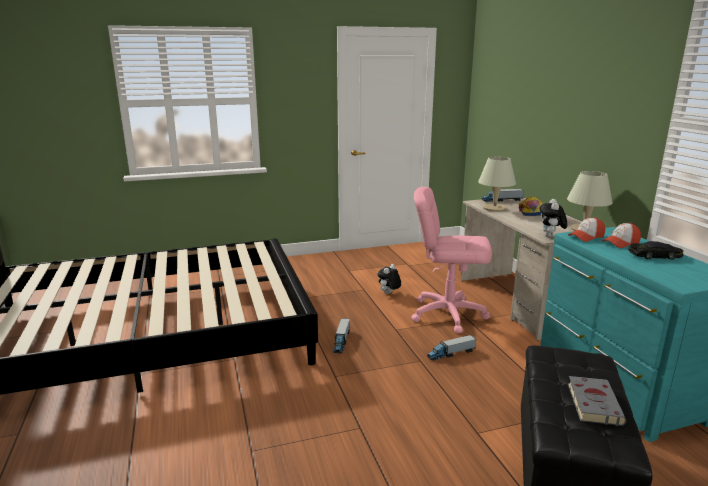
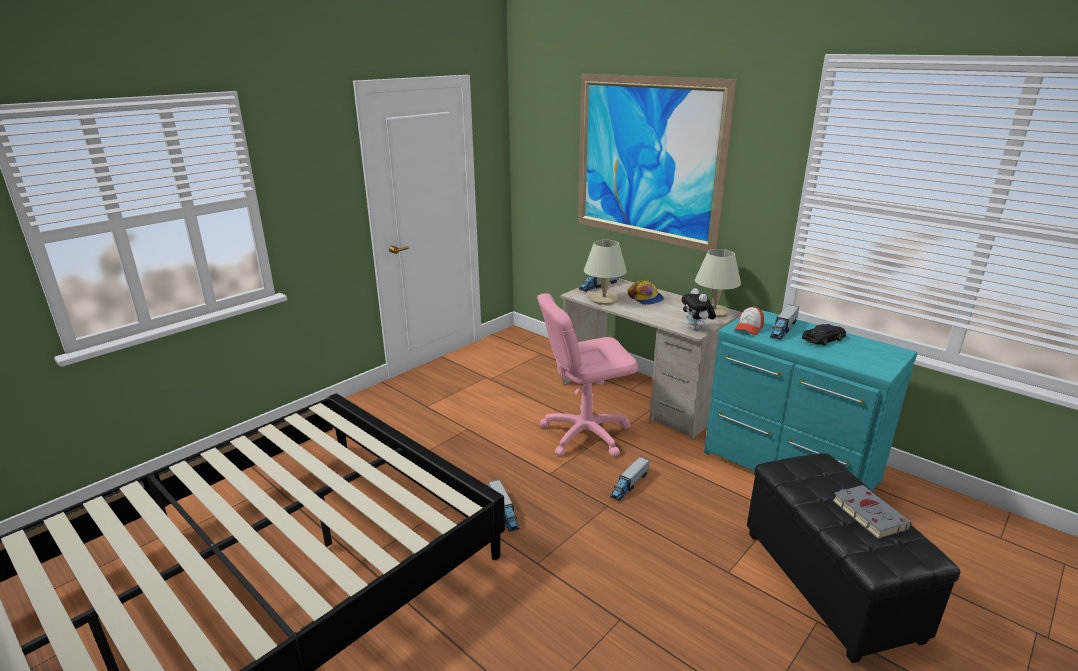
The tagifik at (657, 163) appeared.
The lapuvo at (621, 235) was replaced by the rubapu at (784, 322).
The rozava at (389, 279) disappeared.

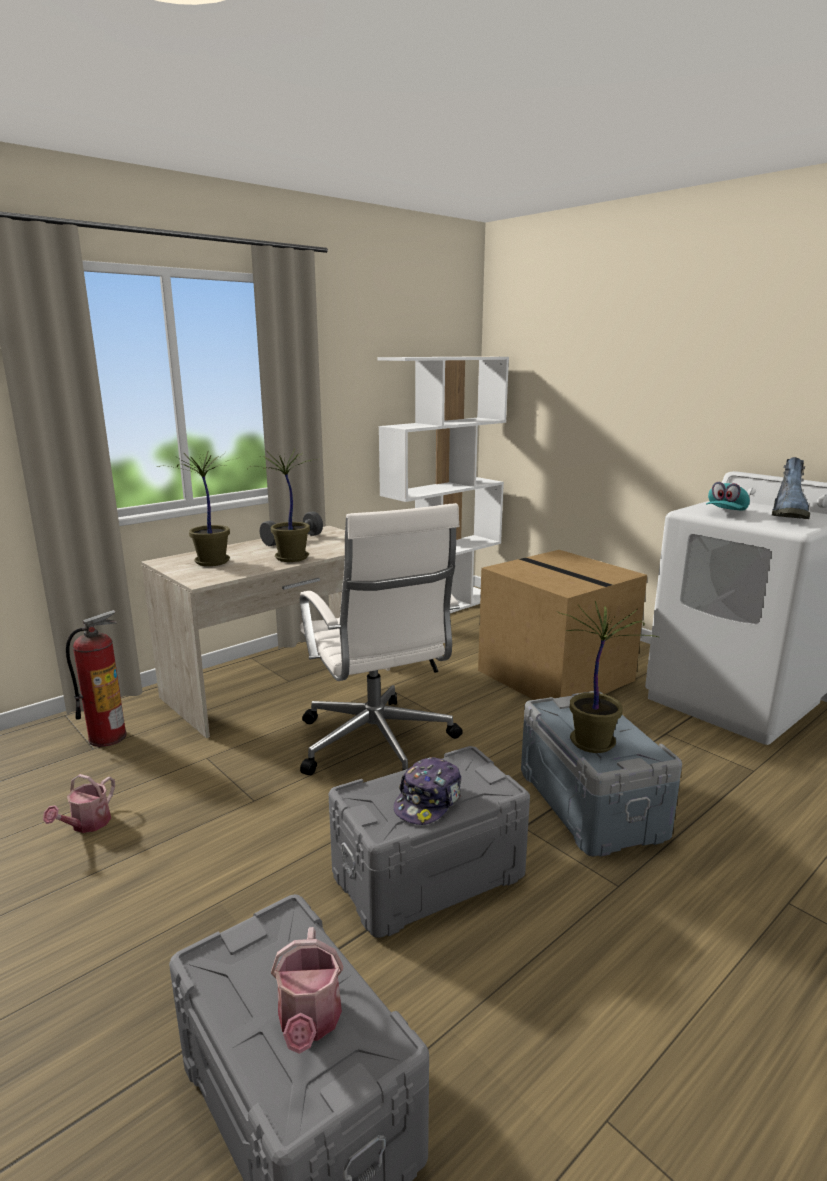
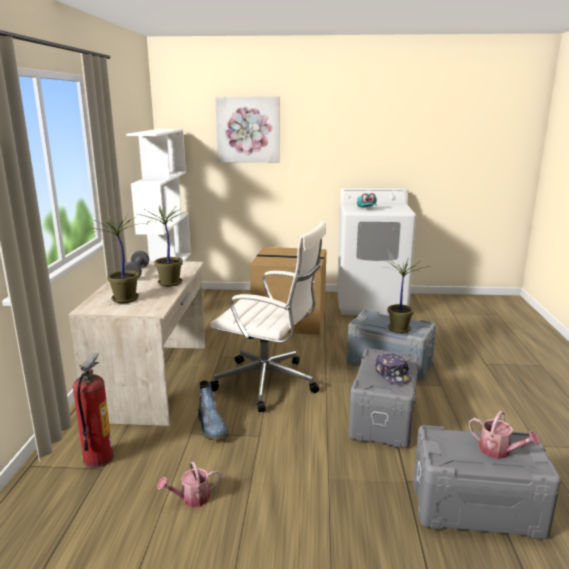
The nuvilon at (79, 803) turned 90 degrees clockwise.
The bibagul moved from (791, 488) to (213, 410).
The tagifik at (247, 130) appeared.

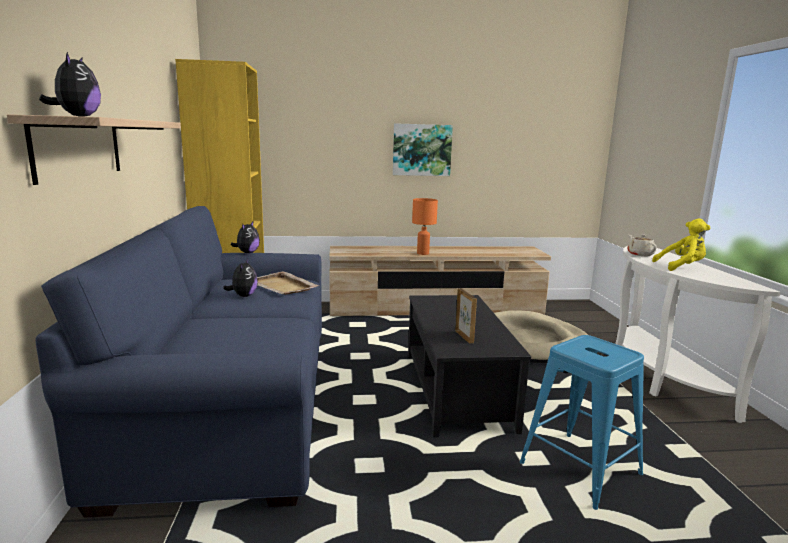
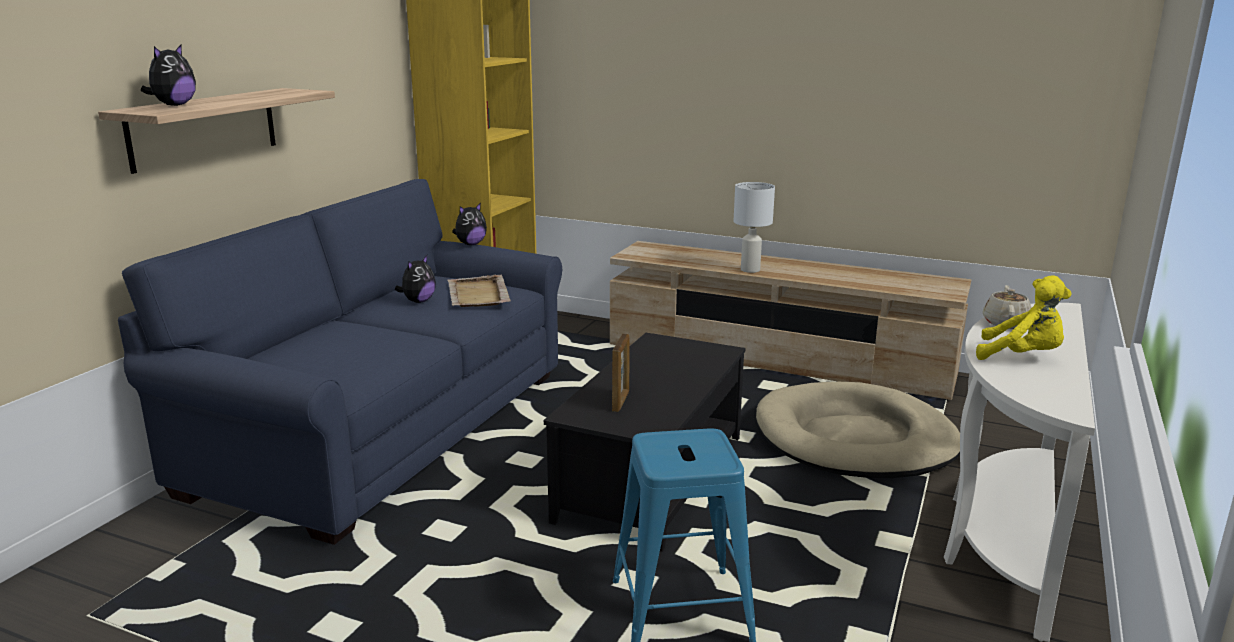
The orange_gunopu at (425, 226) became the white_gunopu at (754, 227).
The tagifik at (423, 149) disappeared.

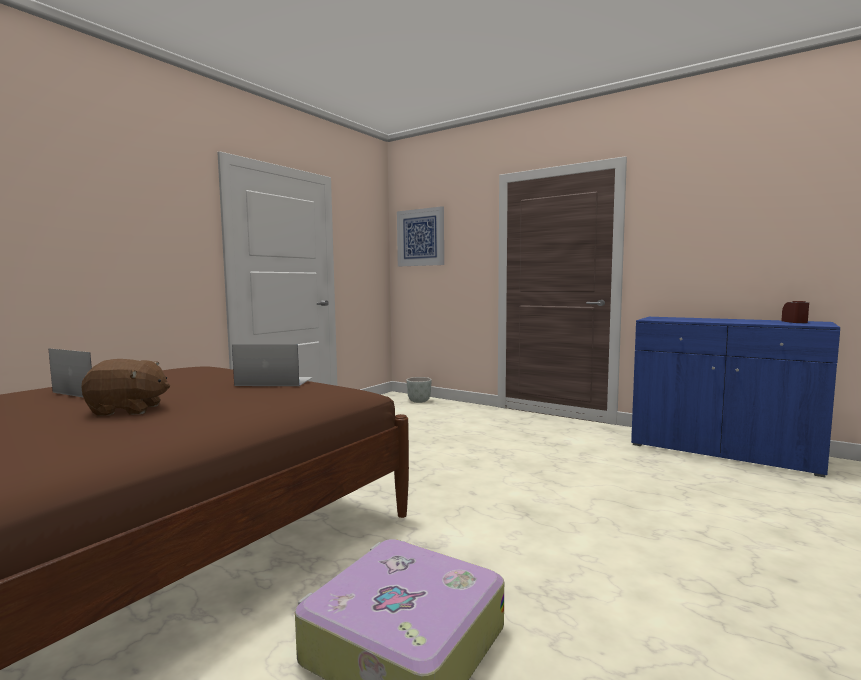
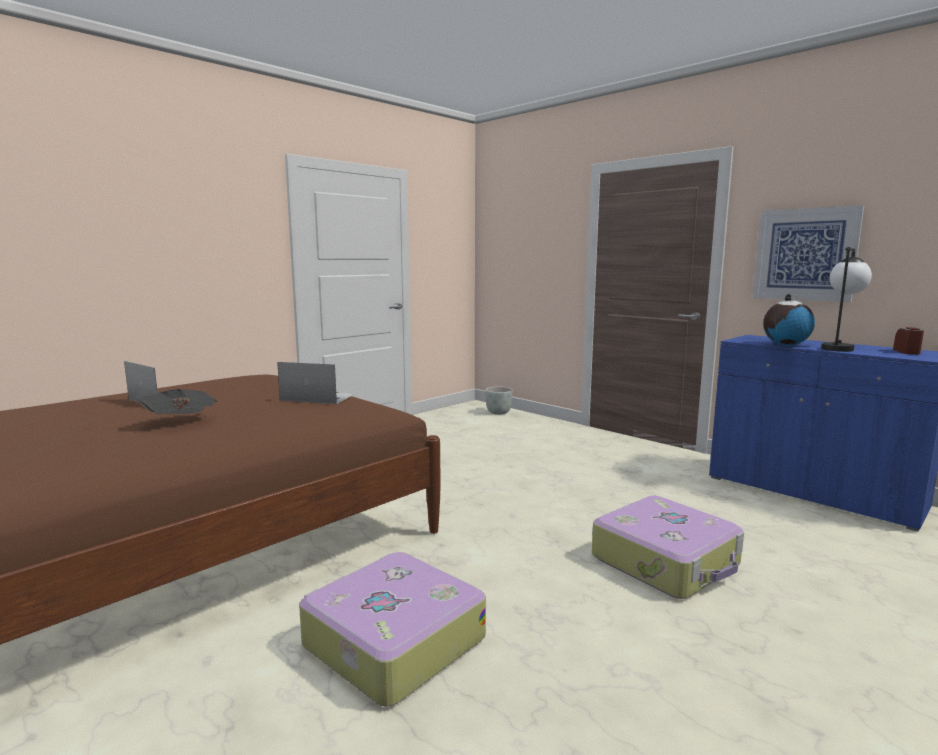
The brown_rozava at (125, 387) was replaced by the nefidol at (177, 401).
The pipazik at (668, 547) appeared.
The tagifik moved from (420, 236) to (808, 253).
The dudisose at (789, 320) appeared.
The gunopu at (846, 299) appeared.

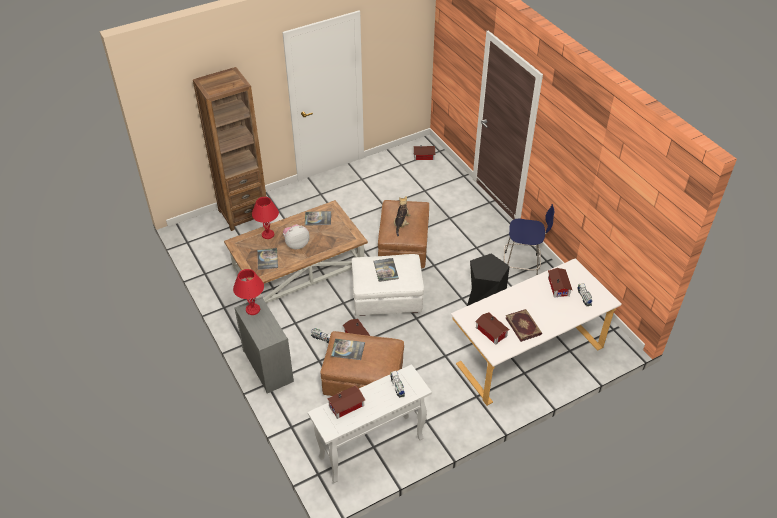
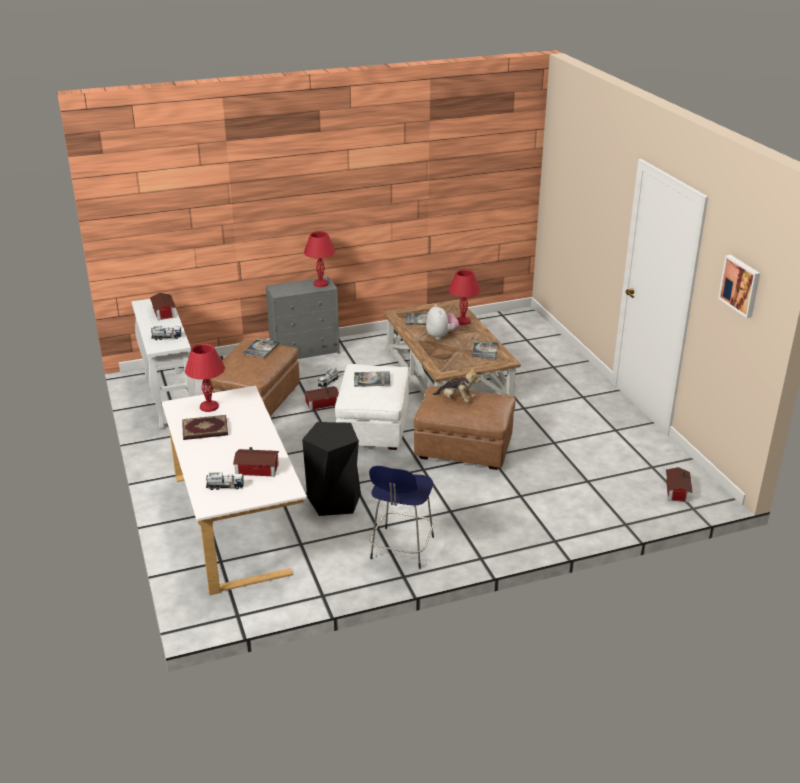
The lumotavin at (492, 328) was replaced by the red_gunopu at (205, 378).
The tagifik at (739, 286) appeared.
The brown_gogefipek at (230, 149) disappeared.

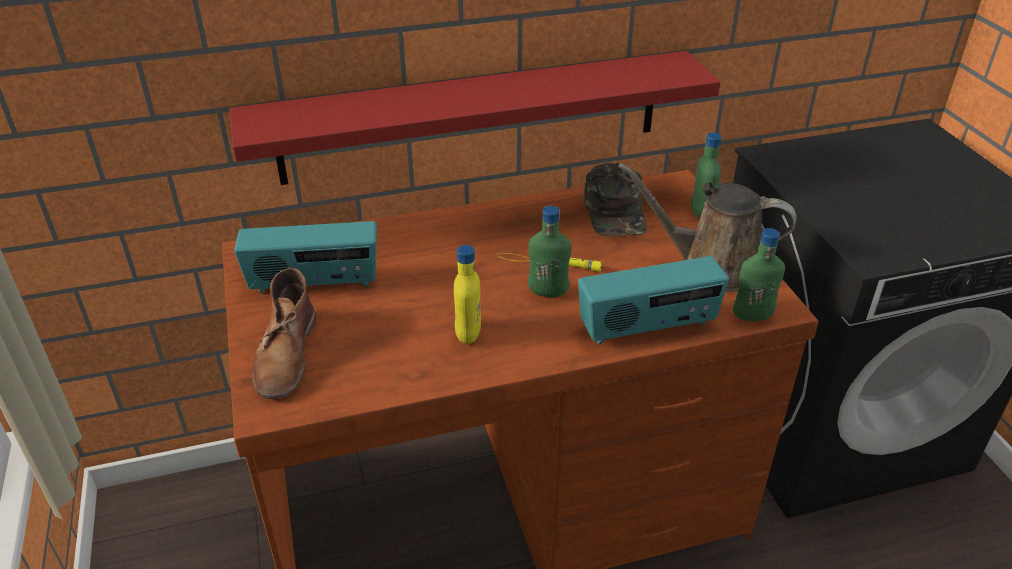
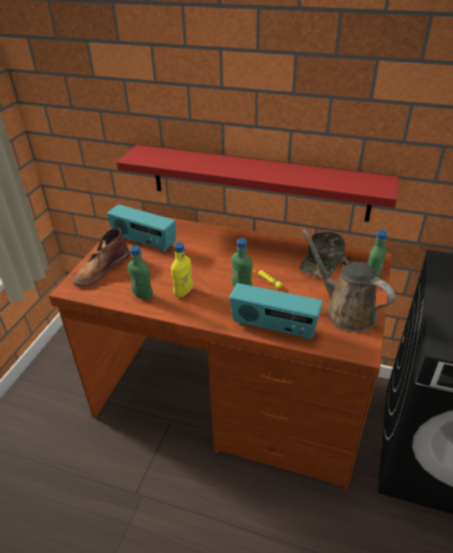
The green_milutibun moved from (759, 274) to (140, 272).

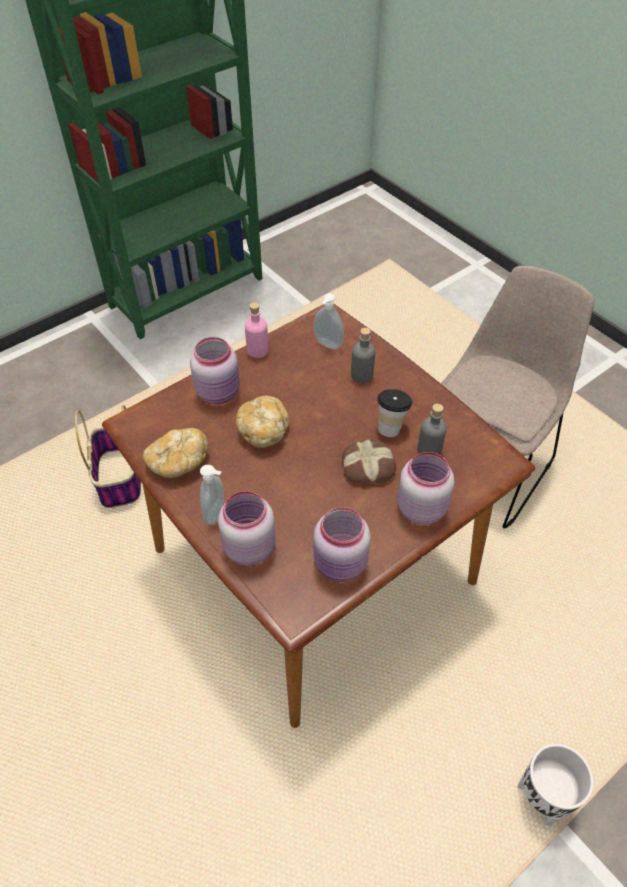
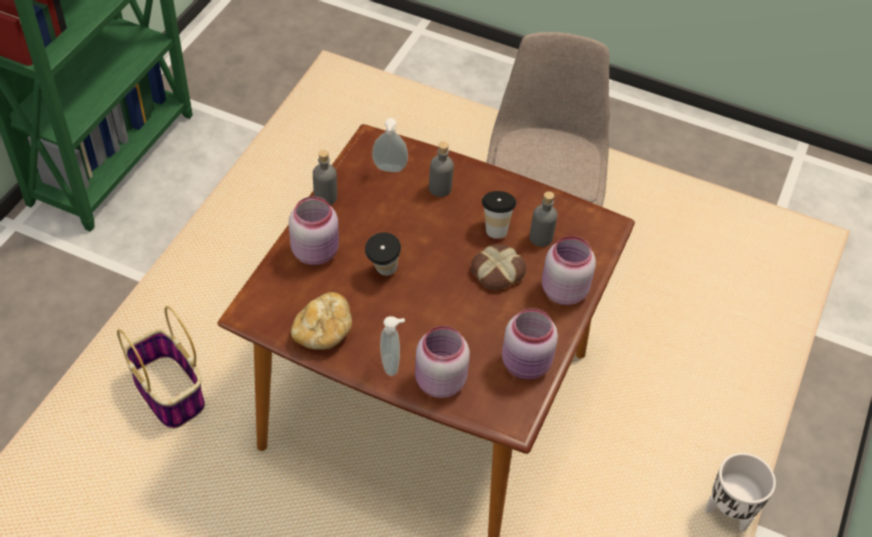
The pink_milutibun at (257, 330) became the grey_milutibun at (325, 177).
The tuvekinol at (262, 422) was replaced by the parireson at (383, 254).

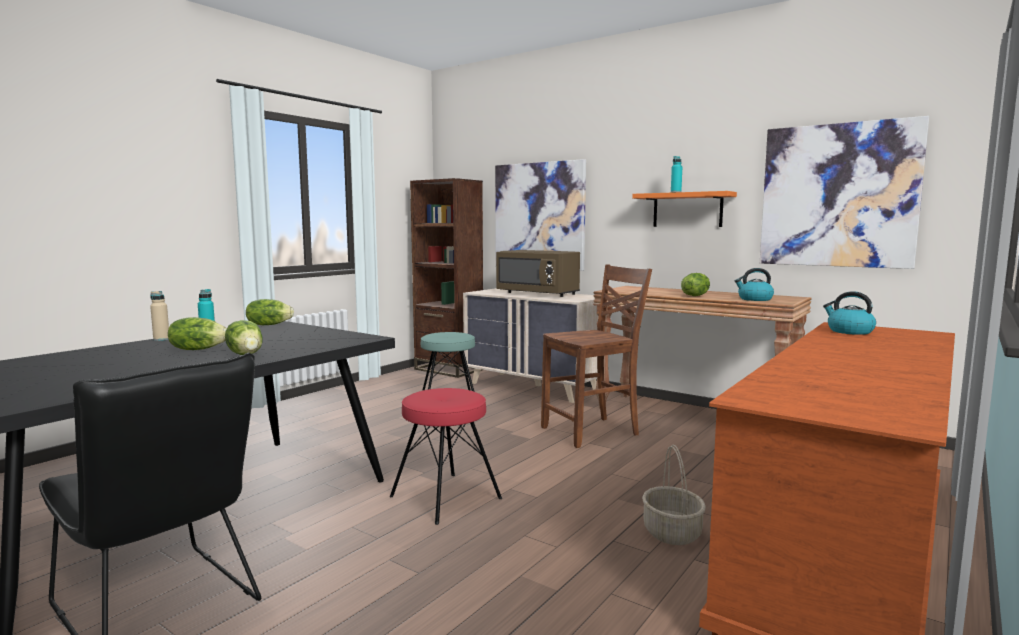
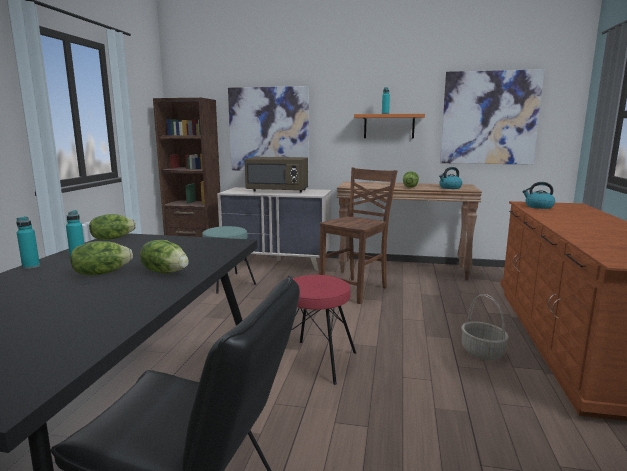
The beige_milutibun at (159, 316) became the turquoise_milutibun at (28, 243).

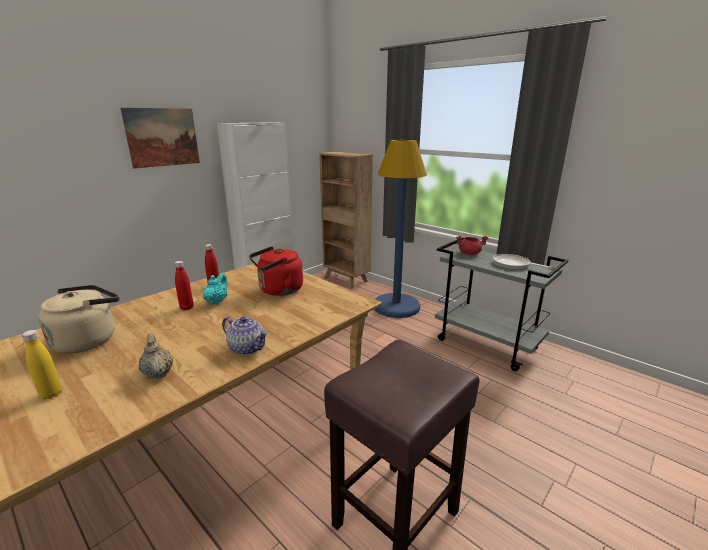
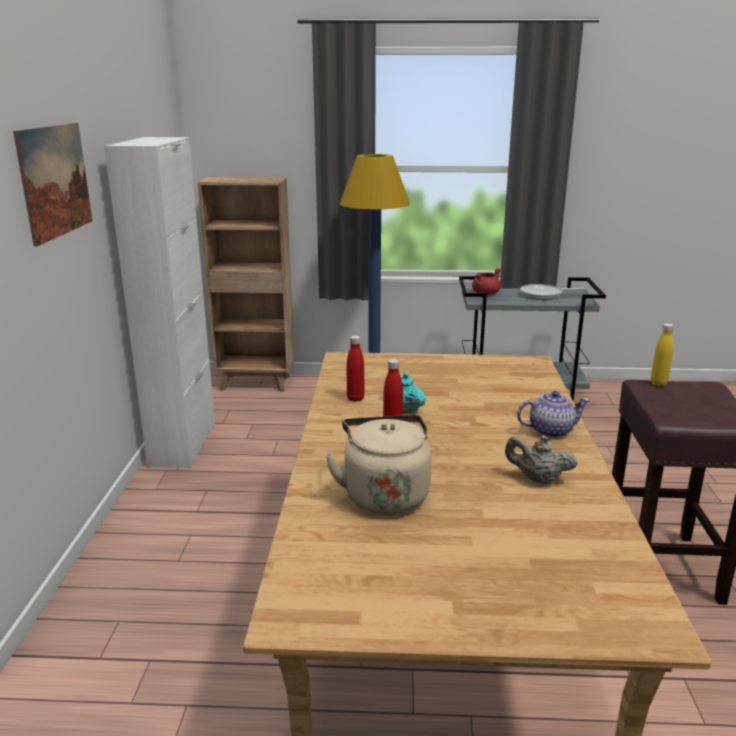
The yellow_milutibun moved from (42, 365) to (662, 354).
The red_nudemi at (276, 271) disappeared.

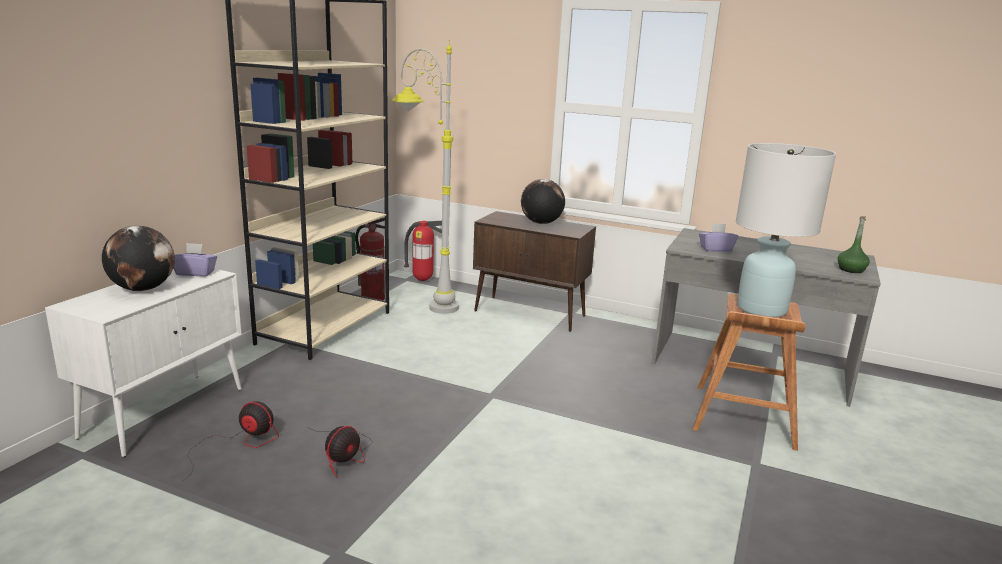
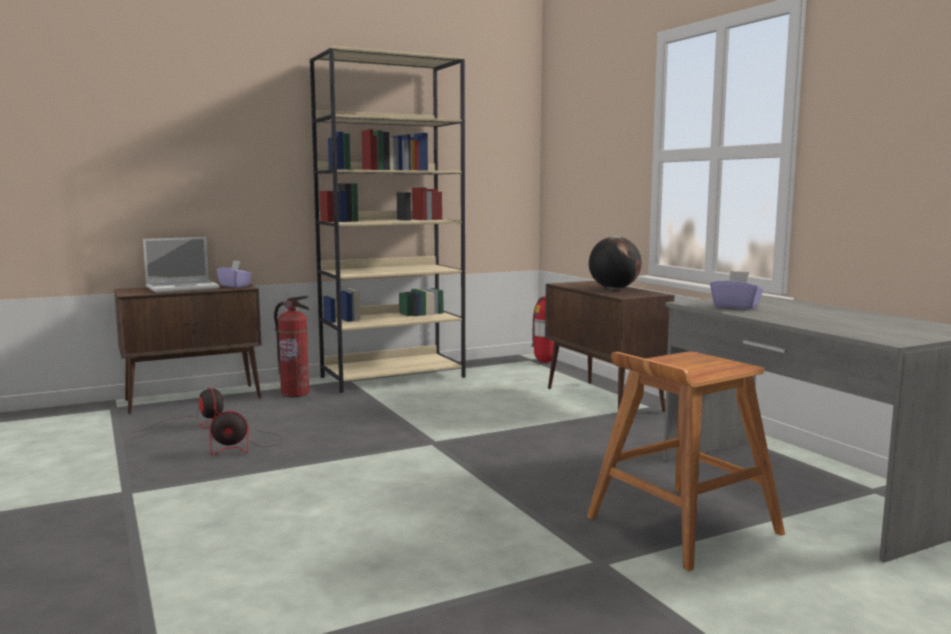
The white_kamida at (143, 363) became the brown_kamida at (188, 348).
The dudisose at (138, 258) was replaced by the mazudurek at (181, 265).
The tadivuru moved from (370, 258) to (292, 346).
The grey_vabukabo at (425, 177) disappeared.
The white_gunopu at (786, 230) disappeared.
The green_milutibun at (854, 244) disappeared.

